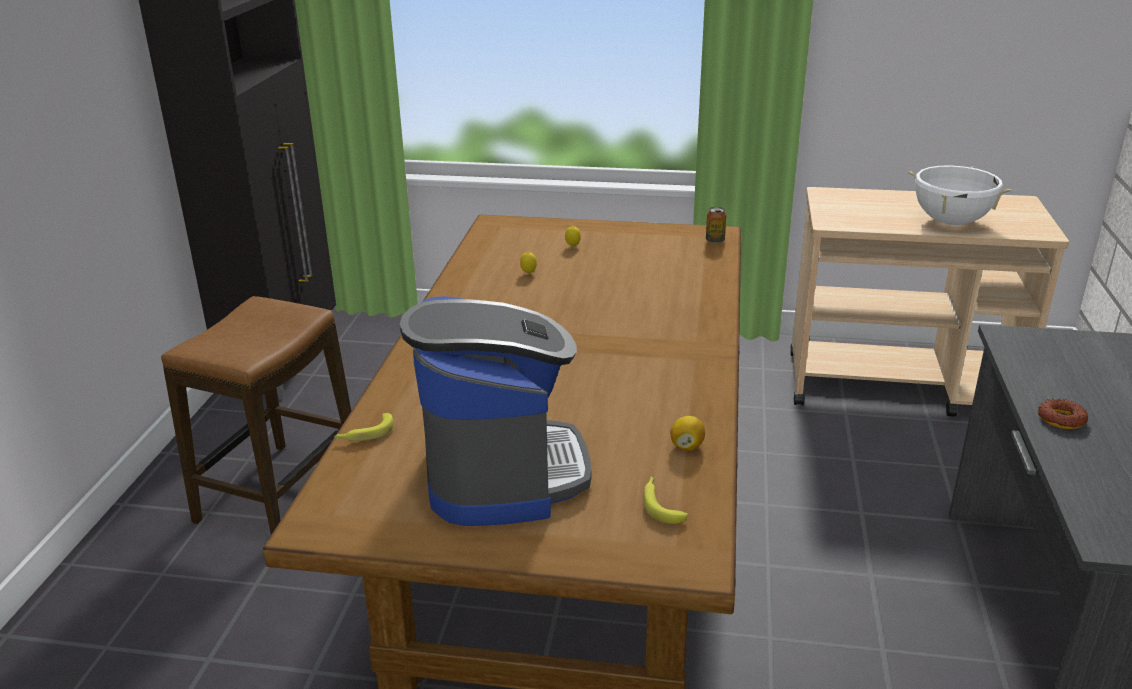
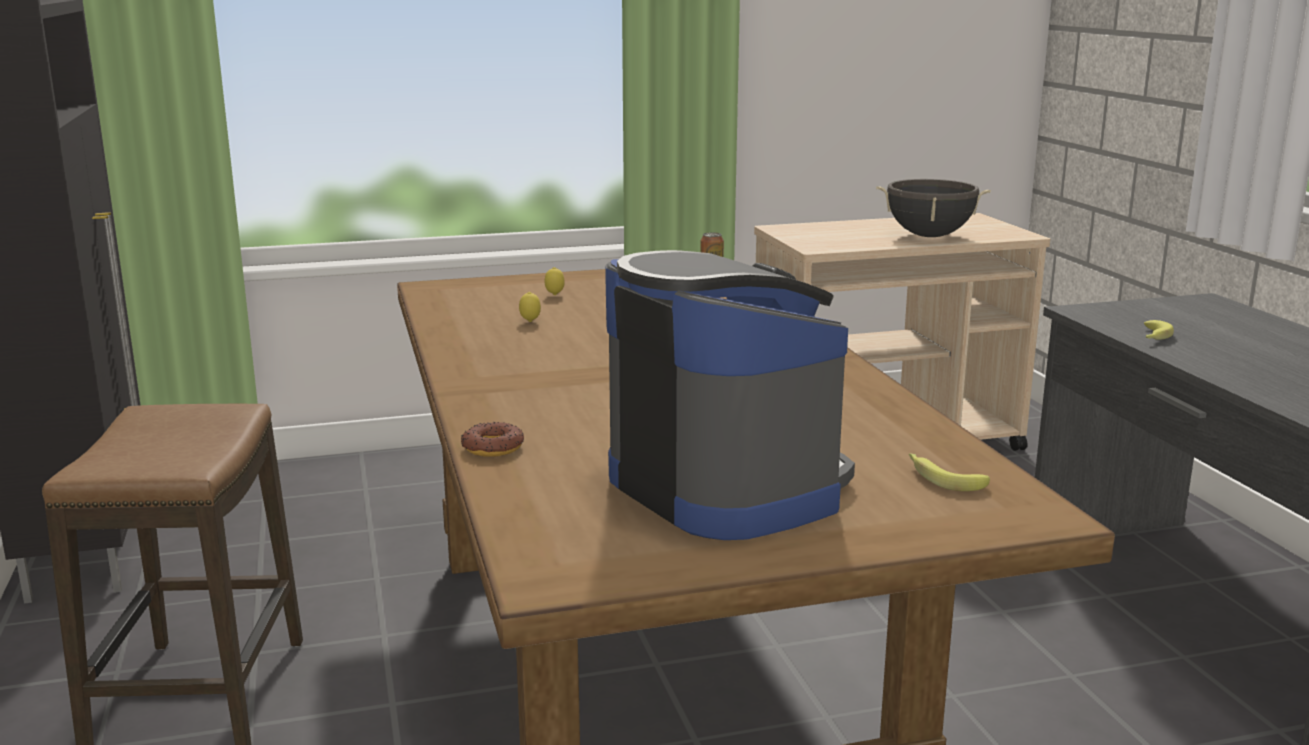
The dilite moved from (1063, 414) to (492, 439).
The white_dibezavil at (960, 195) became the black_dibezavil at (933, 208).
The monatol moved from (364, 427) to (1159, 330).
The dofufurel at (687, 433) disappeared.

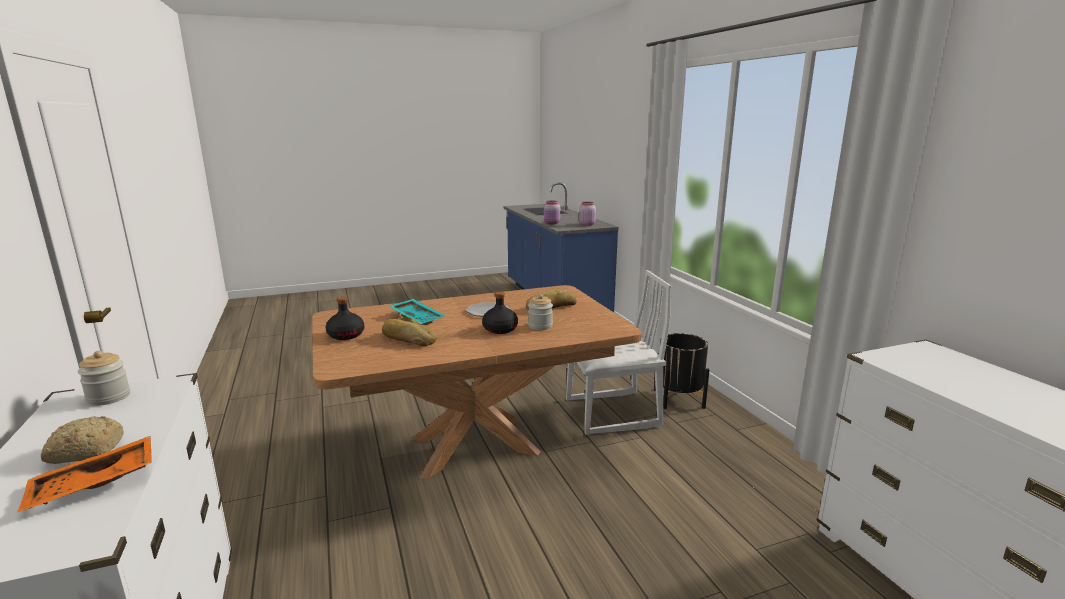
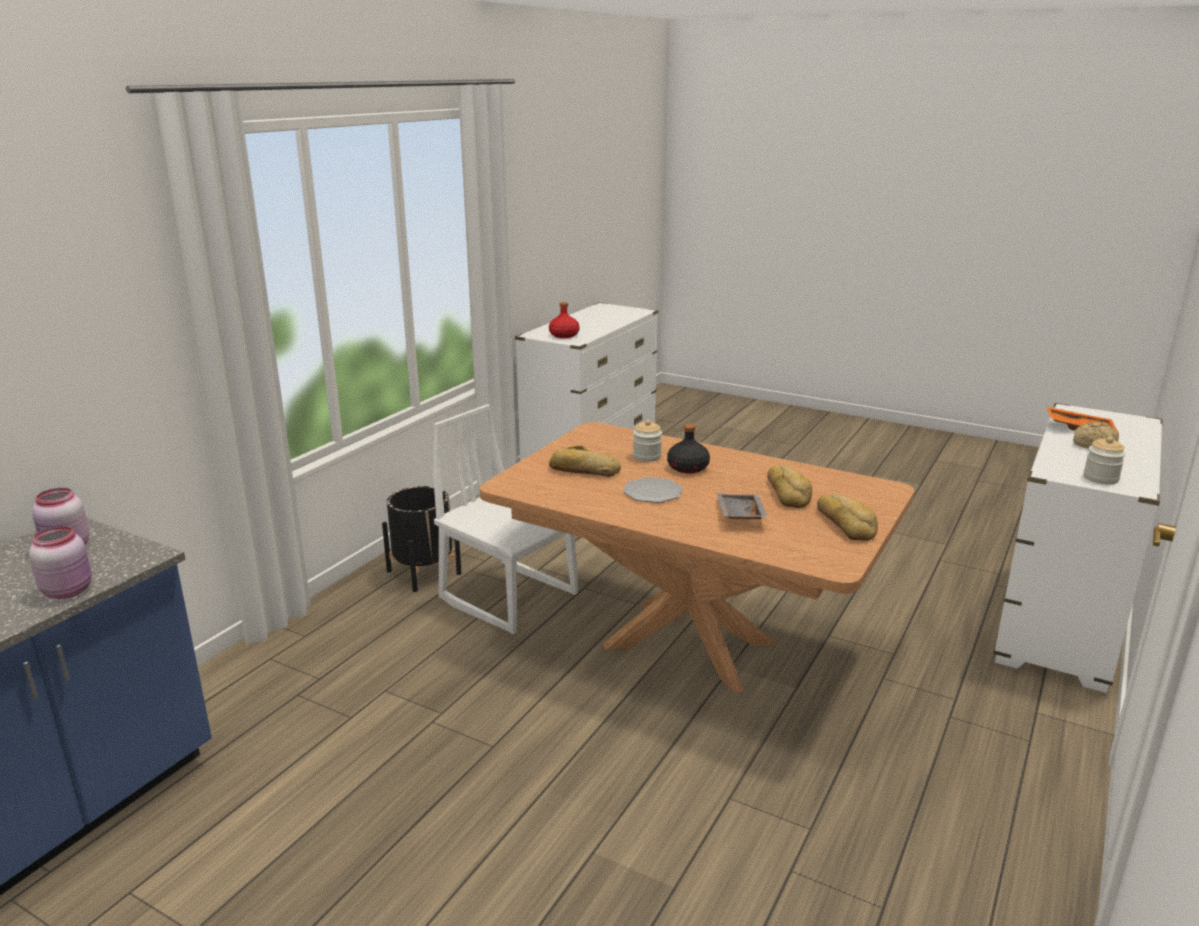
The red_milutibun at (564, 320) appeared.
The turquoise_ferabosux at (417, 312) became the grey_ferabosux at (742, 506).
The black_milutibun at (345, 318) was replaced by the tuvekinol at (847, 517).

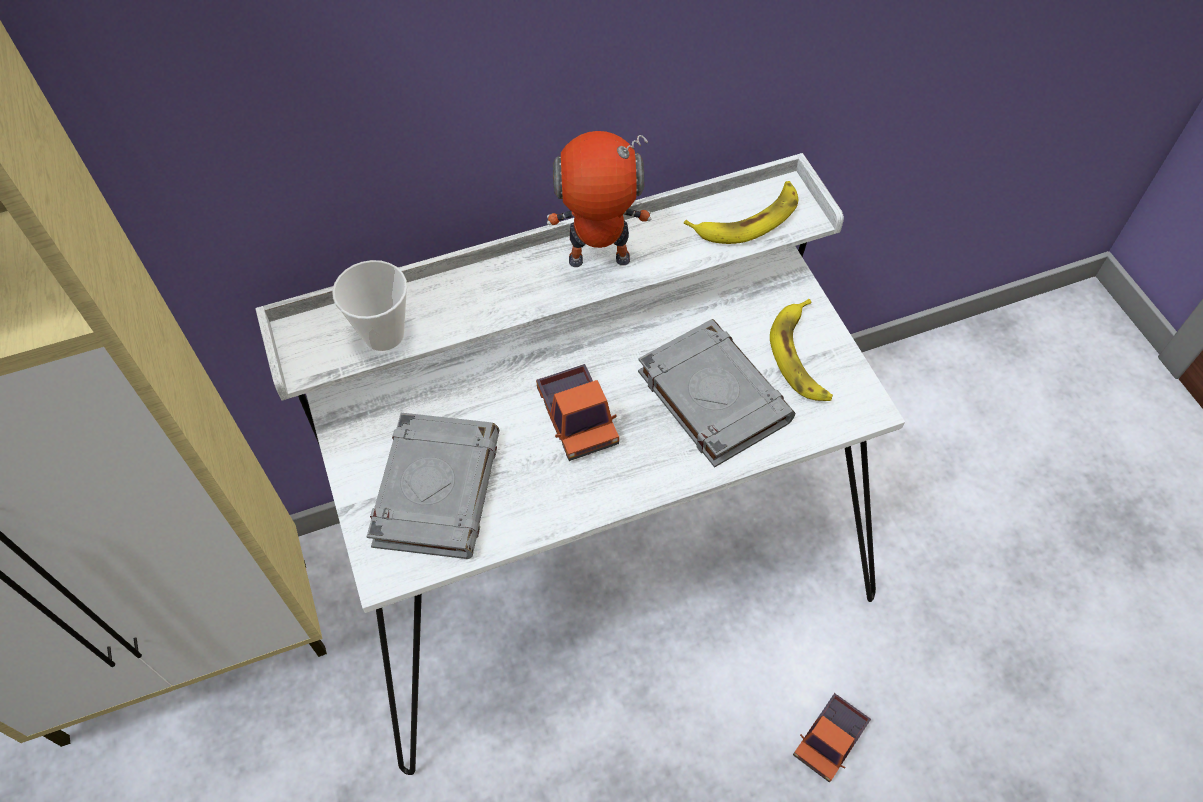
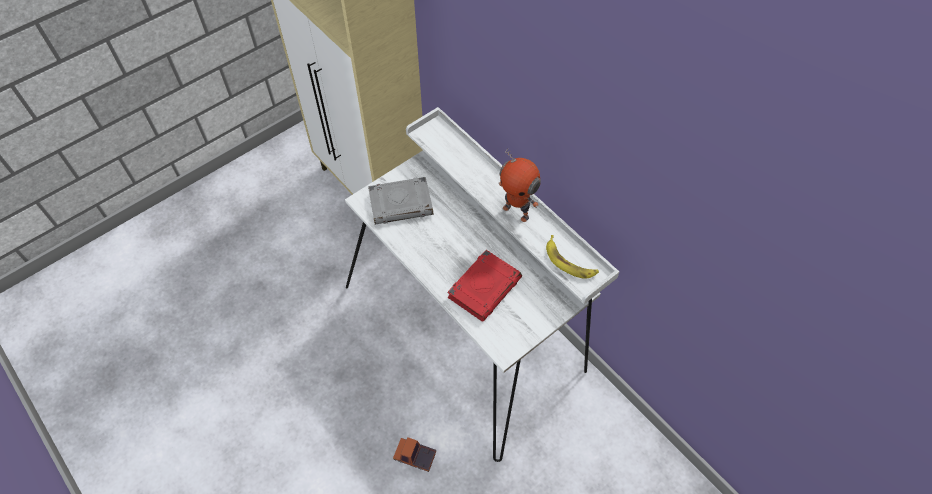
The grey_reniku at (716, 393) became the red_reniku at (484, 286).
The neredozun at (599, 199) turned 150 degrees clockwise.
The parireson at (369, 305) disappeared.
The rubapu at (577, 412) disappeared.
The monatol at (801, 350) disappeared.

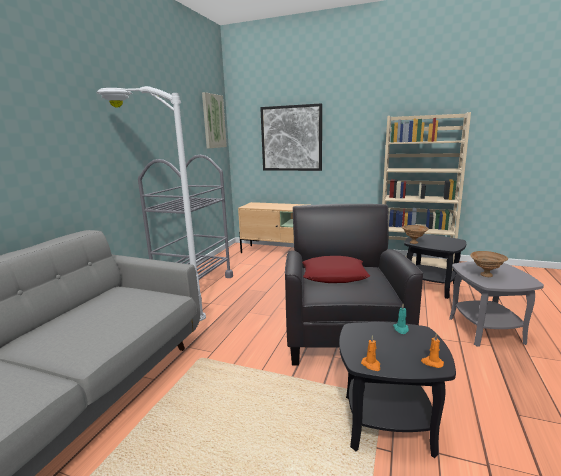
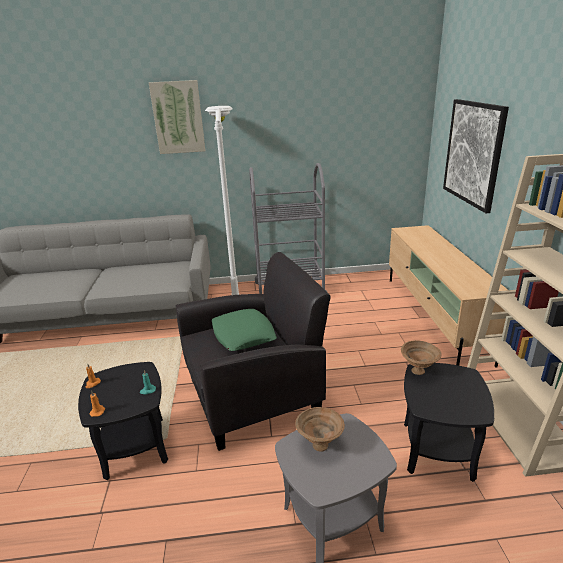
The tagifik moved from (214, 120) to (177, 117).
The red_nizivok at (336, 269) became the green_nizivok at (244, 330).

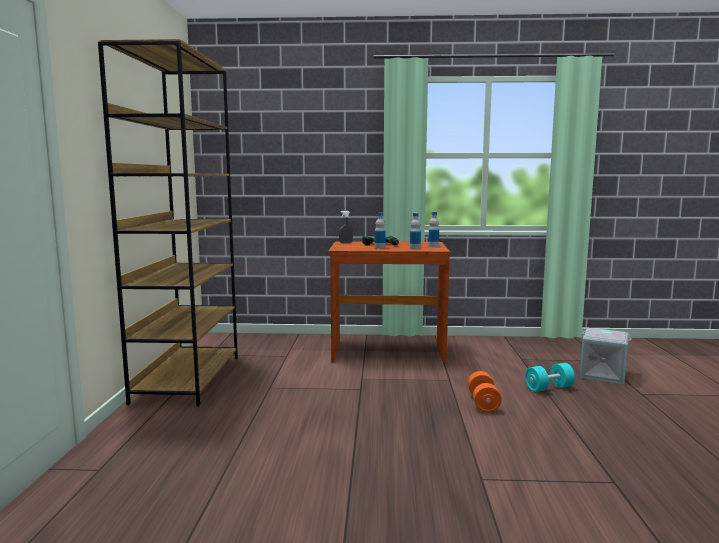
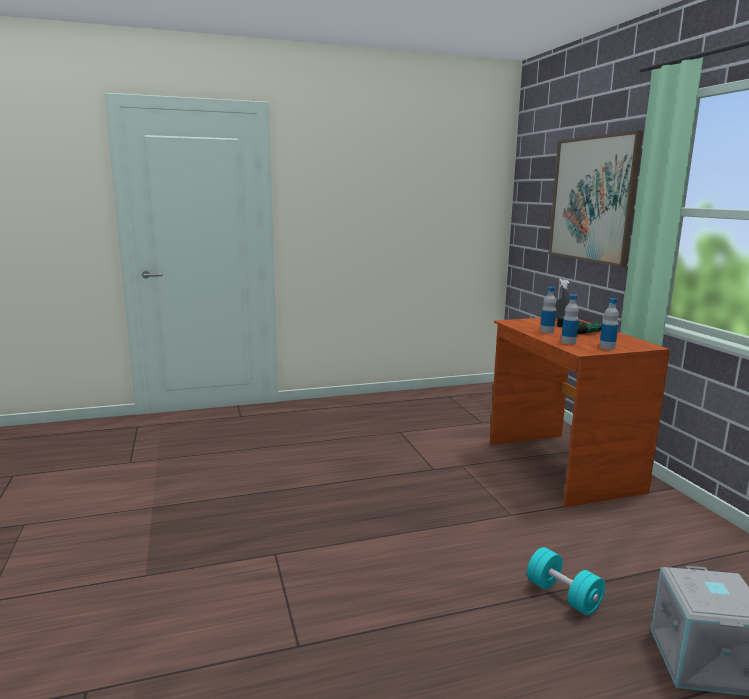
The tagifik at (595, 198) appeared.
The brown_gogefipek at (168, 222) disappeared.
The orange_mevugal at (485, 391) disappeared.

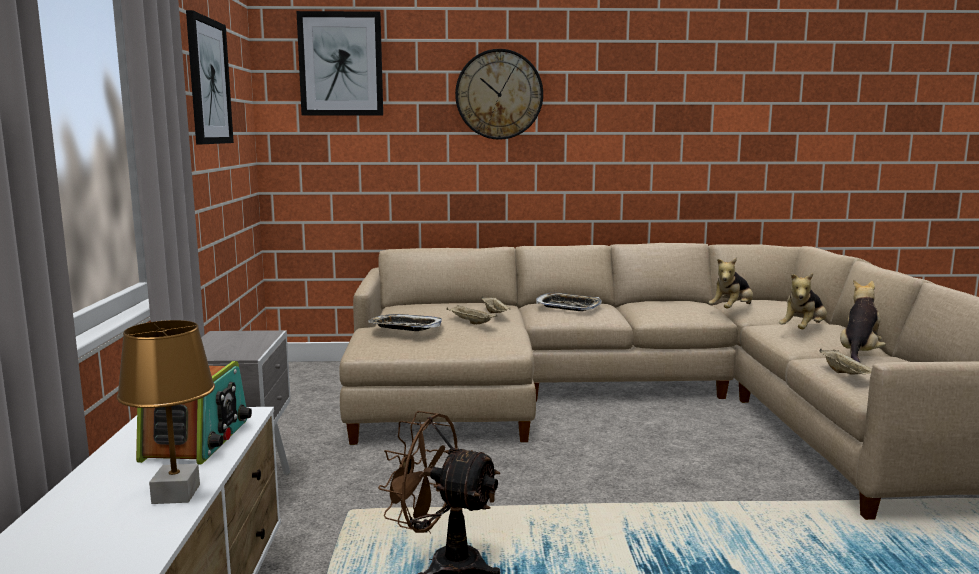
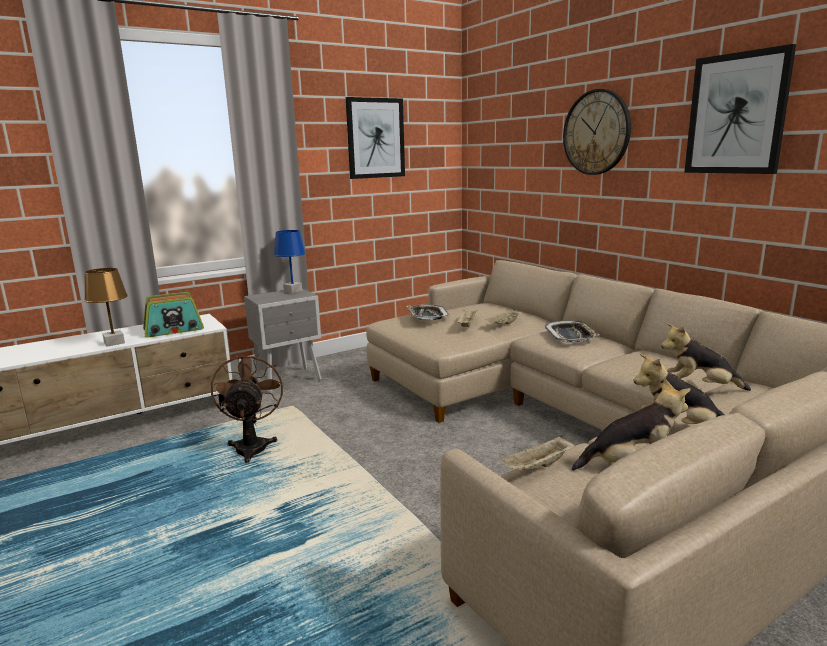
The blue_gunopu at (289, 261) appeared.
The tagifik moved from (339, 63) to (740, 109).

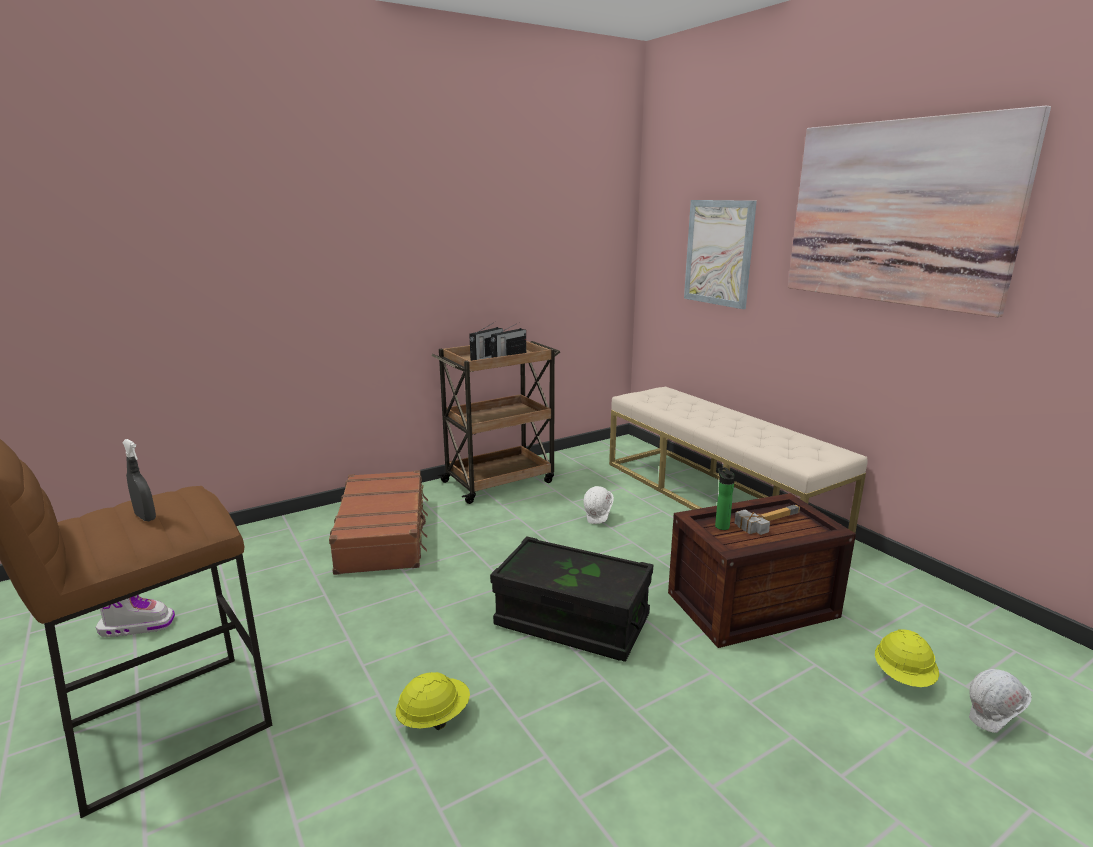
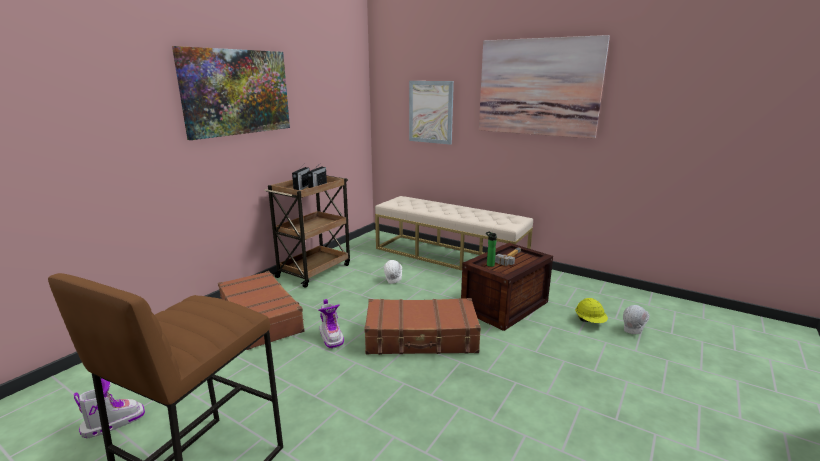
The tagifik at (231, 93) appeared.
The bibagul at (331, 324) appeared.
The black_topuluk at (571, 599) was replaced by the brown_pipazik at (422, 326).
The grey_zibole at (139, 480) disappeared.
The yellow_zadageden at (433, 701) disappeared.

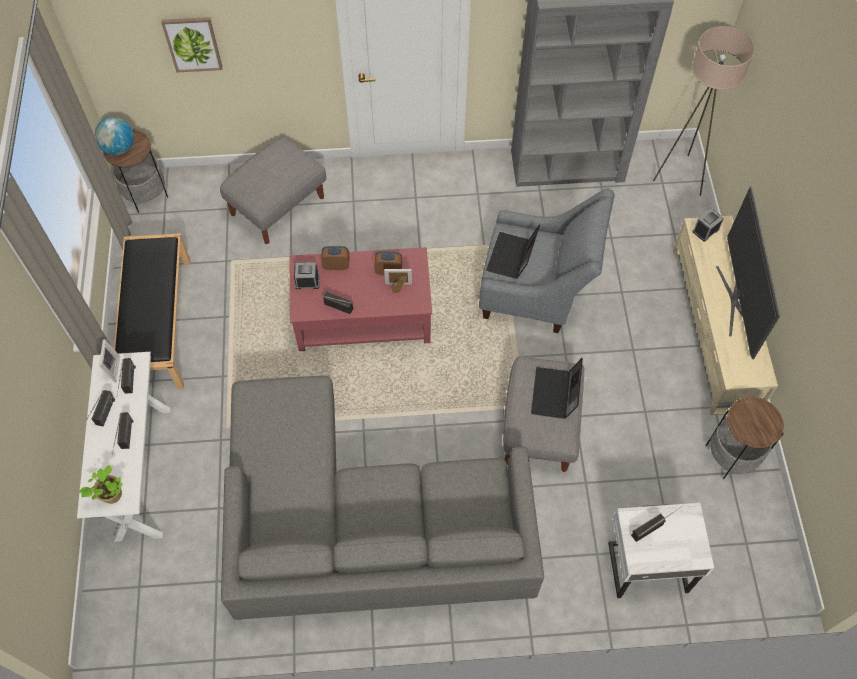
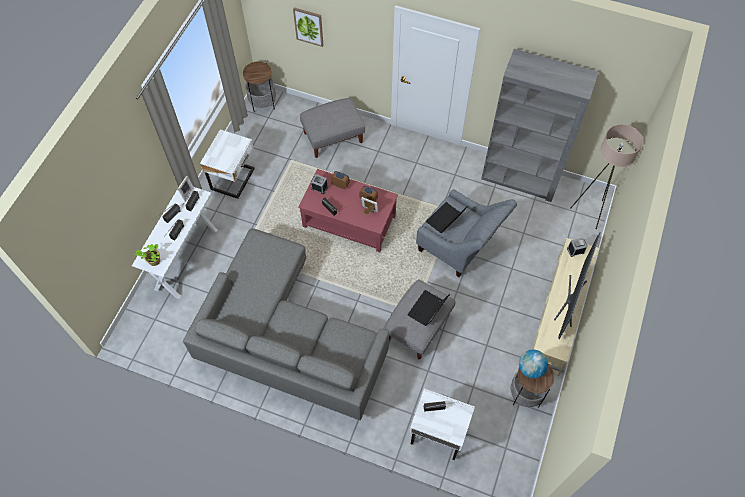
The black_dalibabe at (152, 311) was replaced by the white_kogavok at (227, 164).
The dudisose moved from (114, 136) to (533, 364).

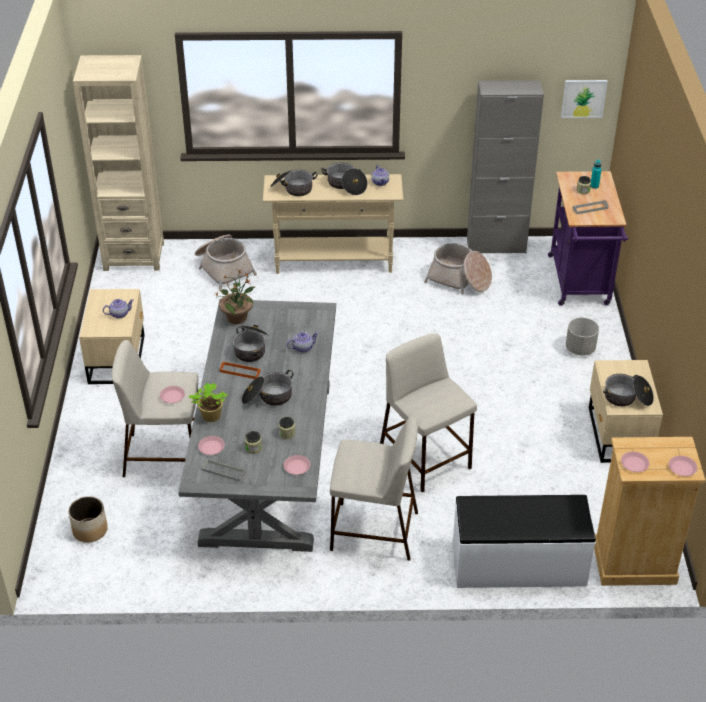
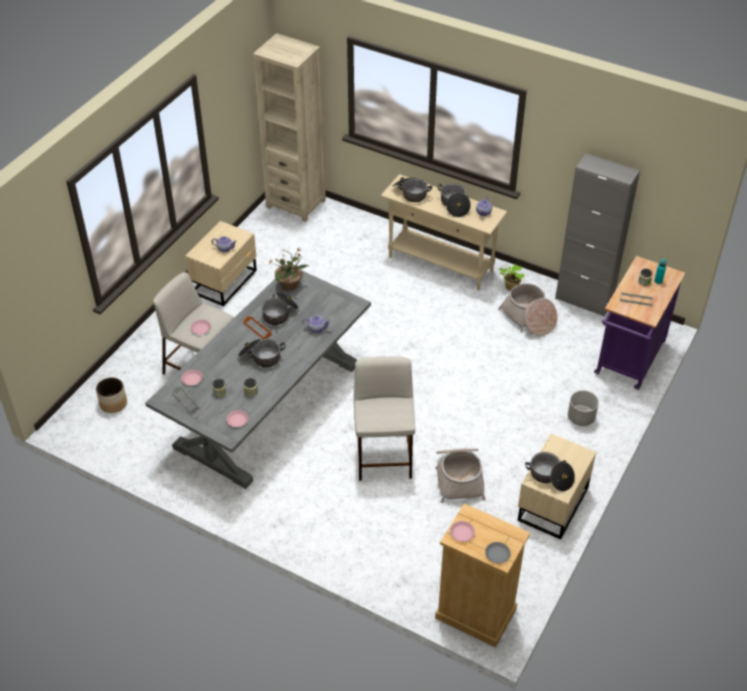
The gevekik moved from (226, 262) to (460, 476).
The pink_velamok at (683, 466) became the grey_velamok at (498, 552).
The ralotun moved from (208, 402) to (512, 277).
The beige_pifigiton at (374, 488) disappeared.
The white_dalibabe at (524, 541) disappeared.
The tagifik at (584, 99) disappeared.

